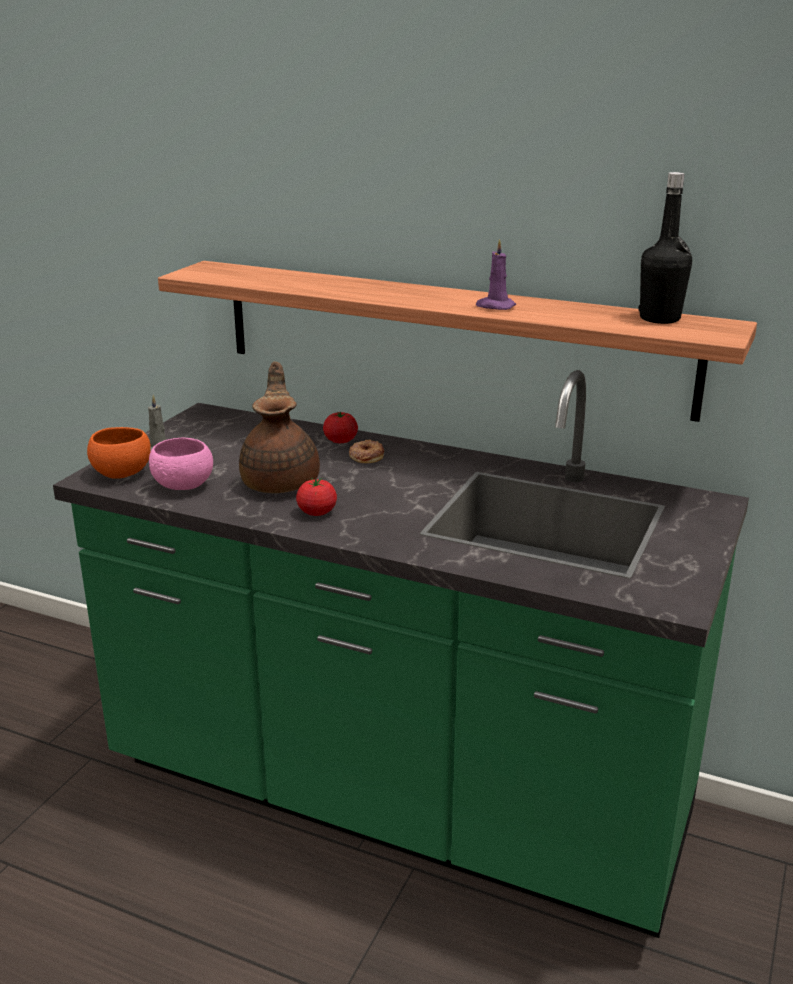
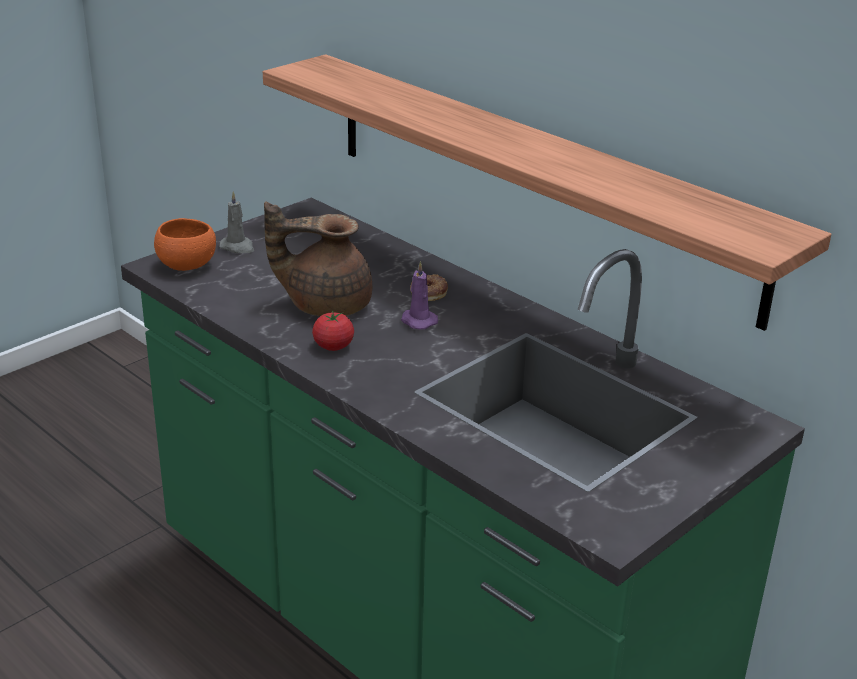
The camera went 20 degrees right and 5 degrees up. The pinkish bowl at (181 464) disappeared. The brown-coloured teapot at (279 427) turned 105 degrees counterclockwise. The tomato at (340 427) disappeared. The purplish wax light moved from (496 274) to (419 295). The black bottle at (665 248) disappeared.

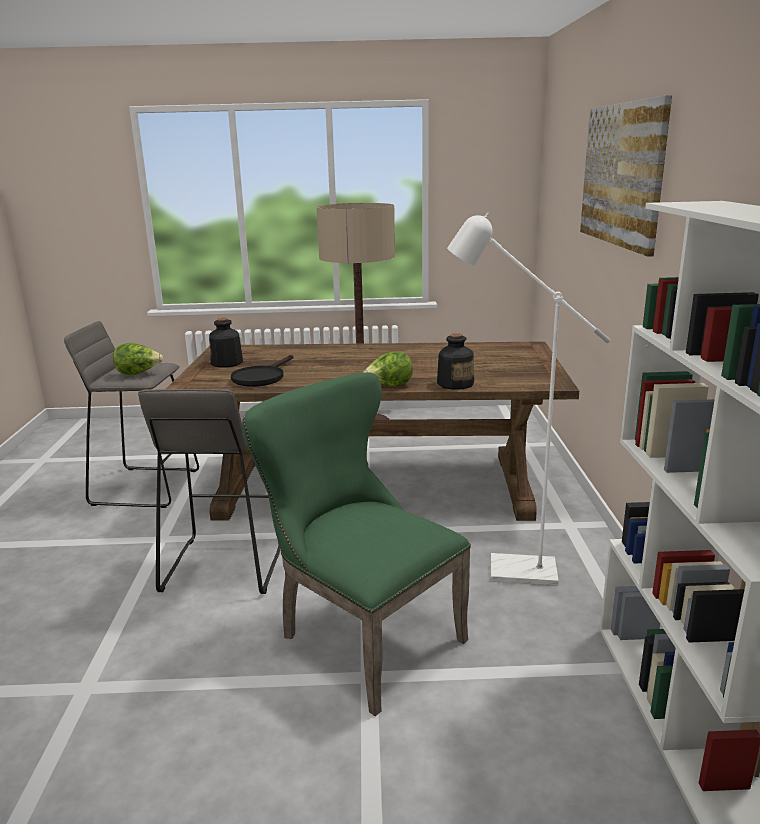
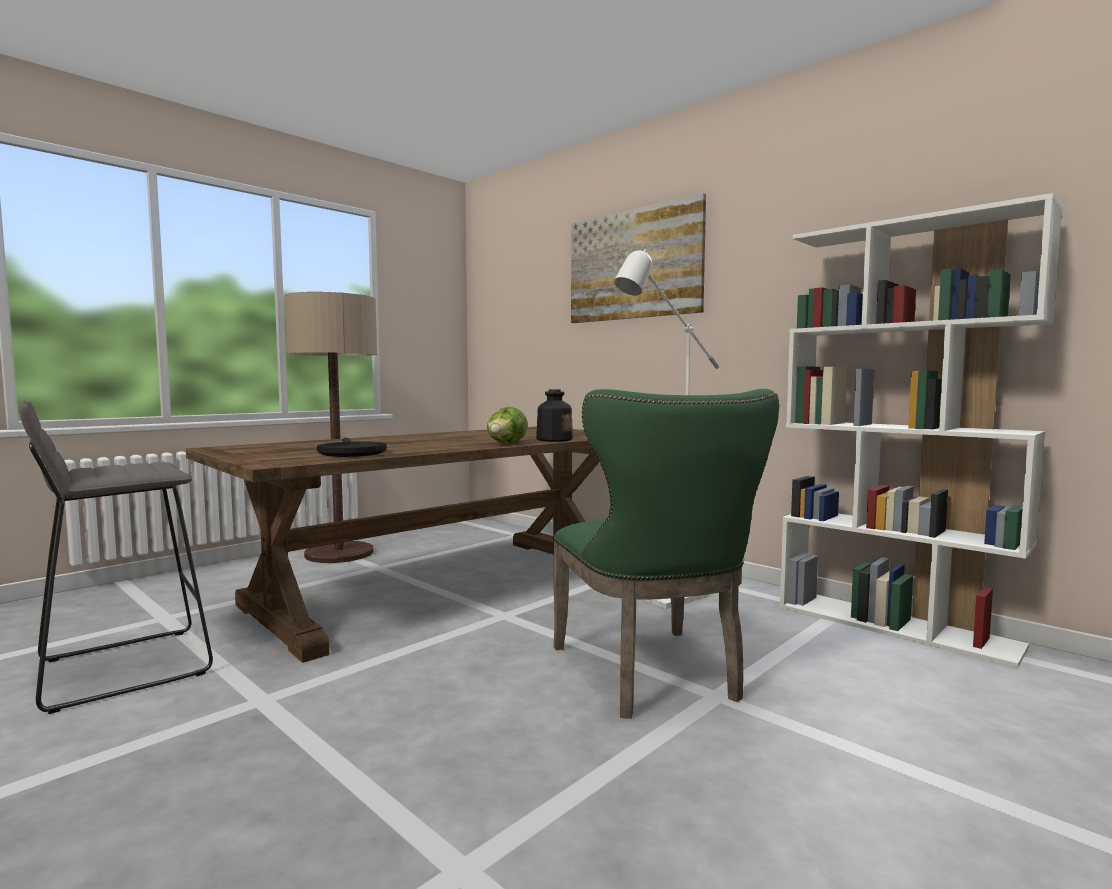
The camera went 45 degrees left and 15 degrees down. The head of lettuce at (138 359) disappeared. The greyish stool at (209 491) disappeared. The bottle at (226 342) disappeared. The greenish plain chair at (356 544) turned 105 degrees counterclockwise.

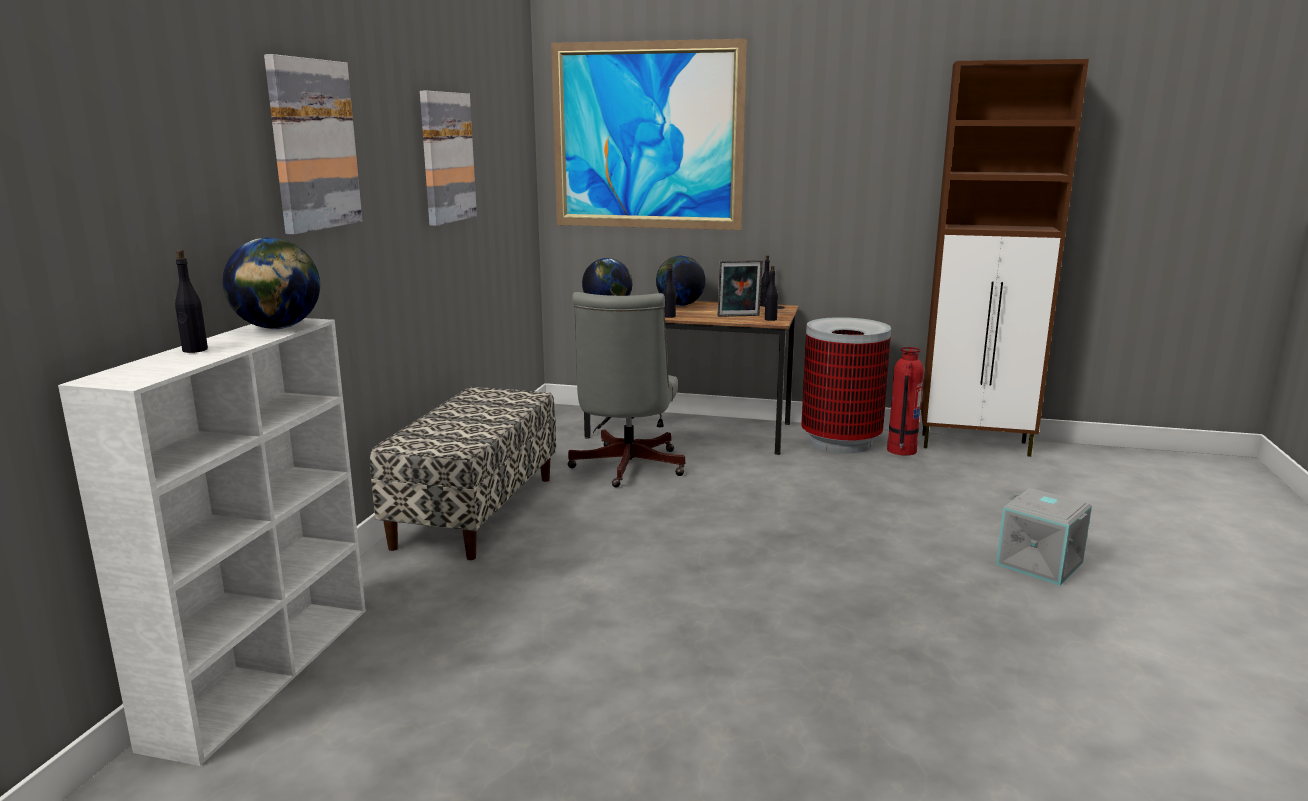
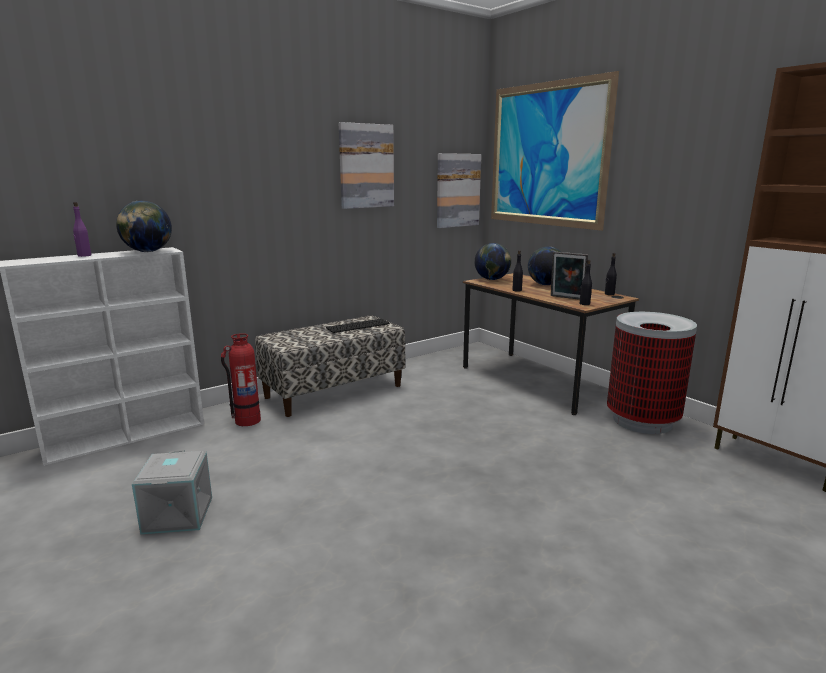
The camera went 40 degrees right and 0 degrees up. The black bottle at (191 301) became the purplish bottle at (82 229). The picture moved from (313 144) to (459 190). The greyish office chair at (626 389) disappeared. The fire-fighting cylinder moved from (905 401) to (241 379). The greyish storage box moved from (1044 536) to (172 492). The keyboard at (358 326) appeared.

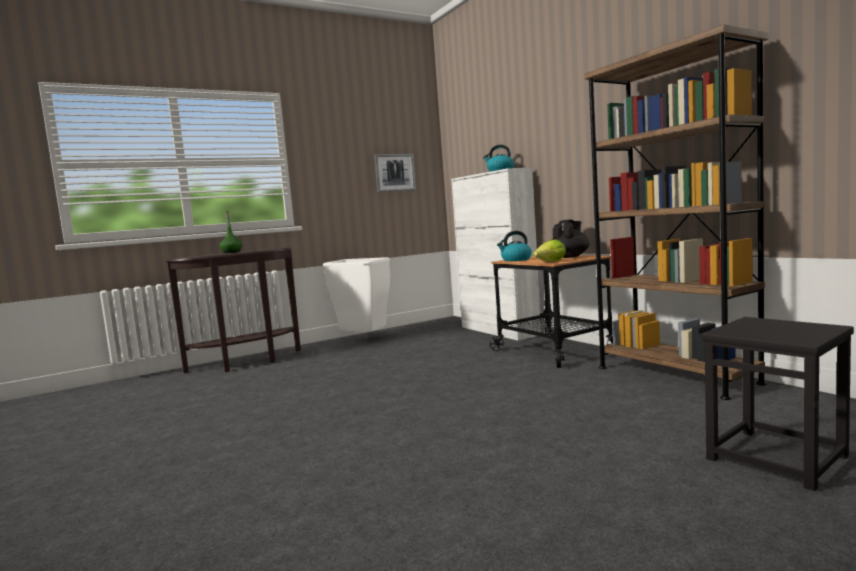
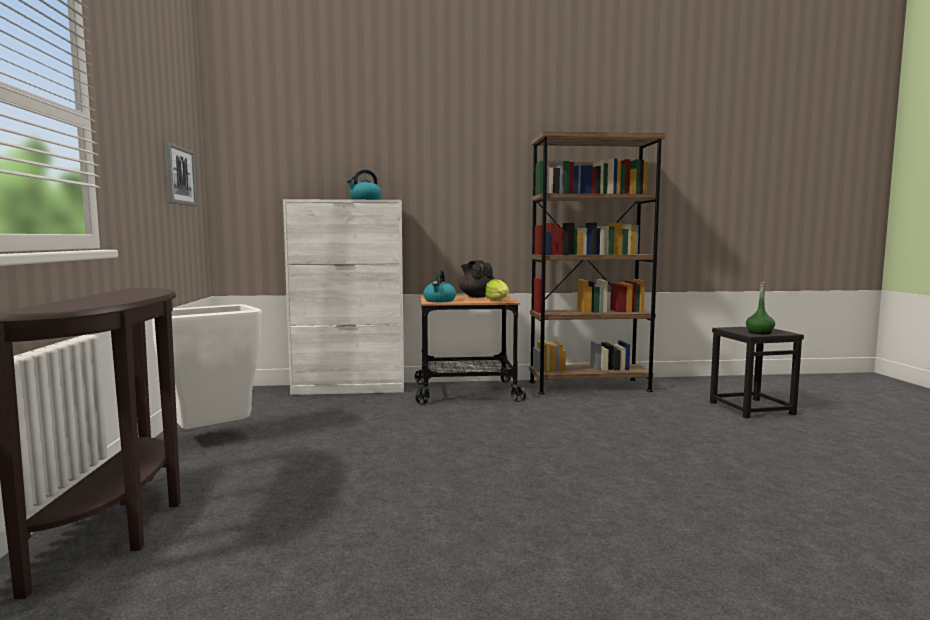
The camera went 65 degrees left and 0 degrees up. The greenish bottle moved from (231 232) to (760 308).

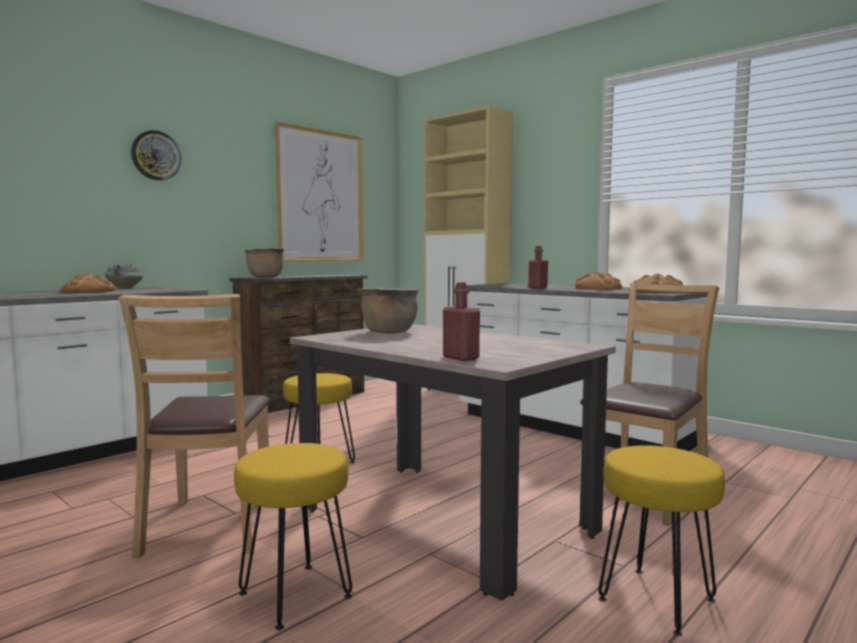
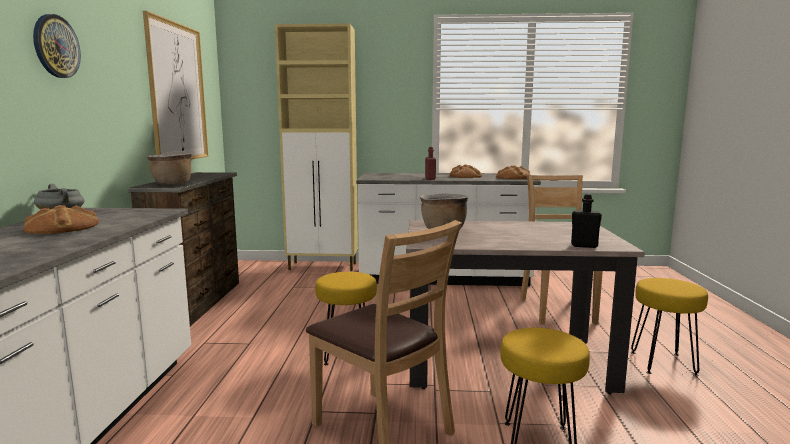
The camera went 40 degrees left and 5 degrees up. The red-coloured bottle at (461 321) became the black bottle at (586 221).

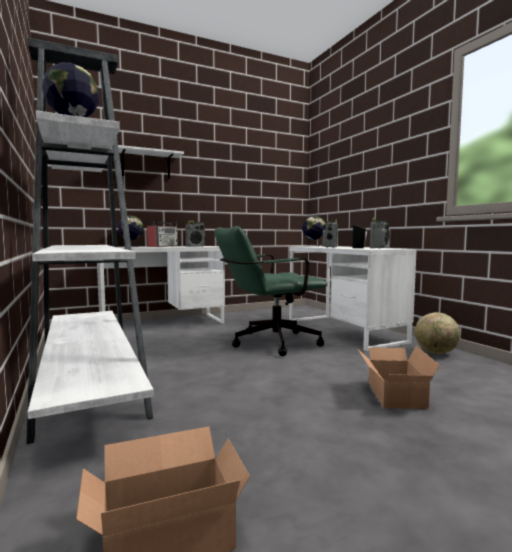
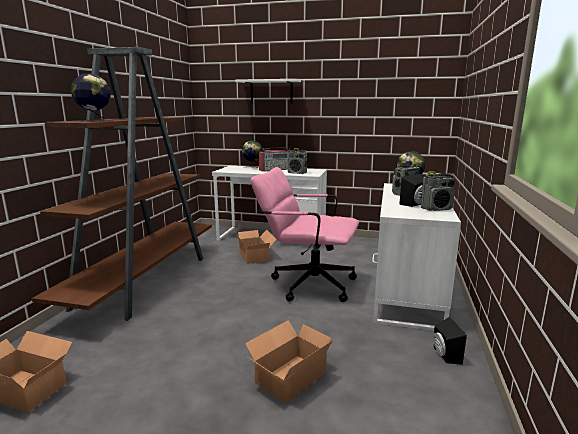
The camera went 40 degrees right and 10 degrees up. The white-coloured shelving unit at (90 241) became the brown-coloured shelving unit at (122 184). The greenish office chair at (271 291) became the pinkish office chair at (305 234). The world globe at (438 333) was replaced by the black audio speaker at (450 341). The packing box at (255 247) appeared.

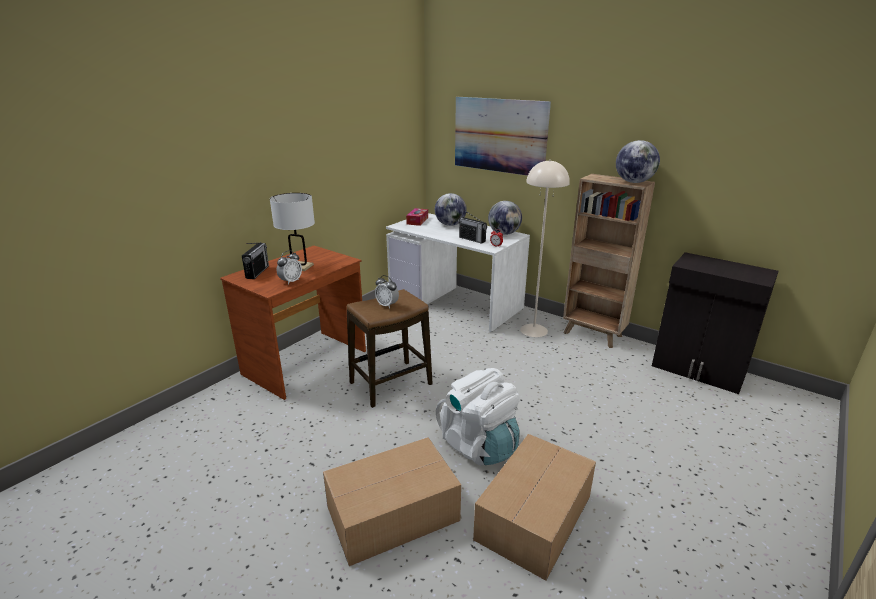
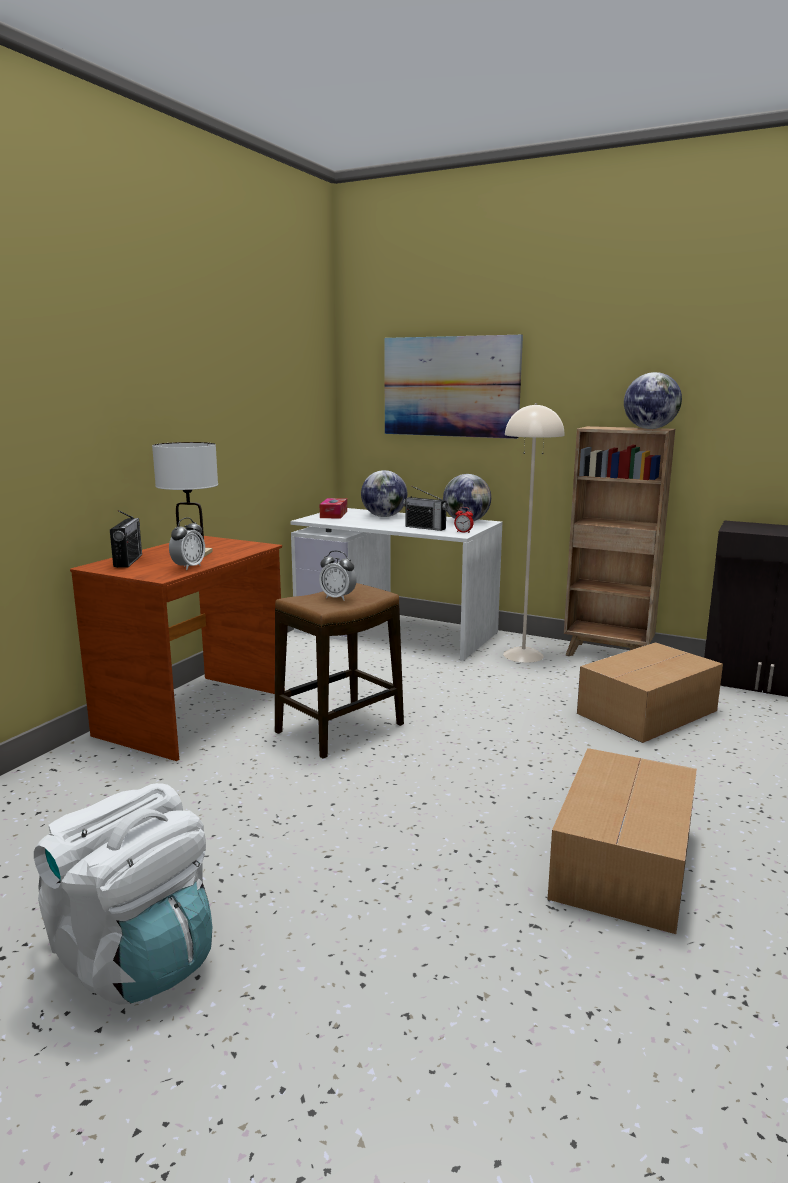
The camera went 10 degrees left and 10 degrees down. The packing box moved from (392 501) to (650 692). The white-coloured rucksack moved from (478 416) to (123 894).

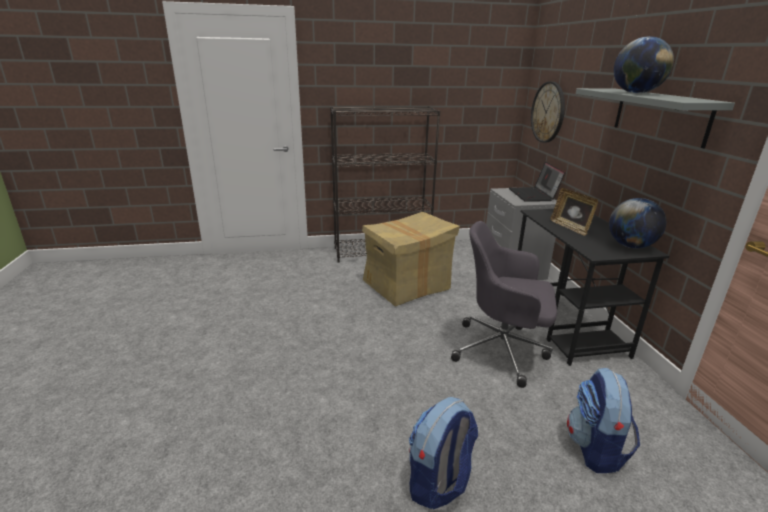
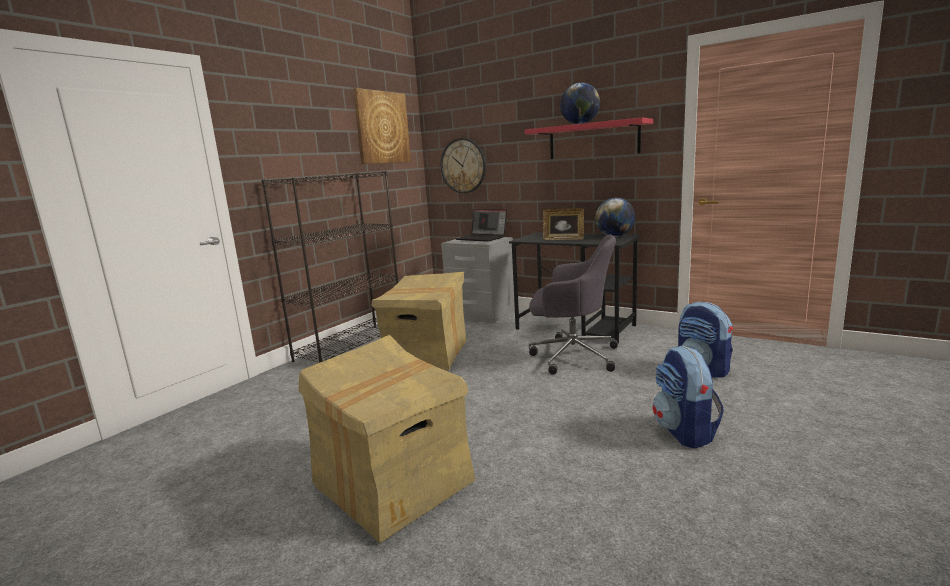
The camera went 45 degrees left and 10 degrees down. The greyish office chair at (504 304) turned 135 degrees counterclockwise. The greyish bracket shelf at (655 118) became the red-coloured bracket shelf at (589 138). The packing box at (387 439) appeared. The picture at (382 126) appeared.

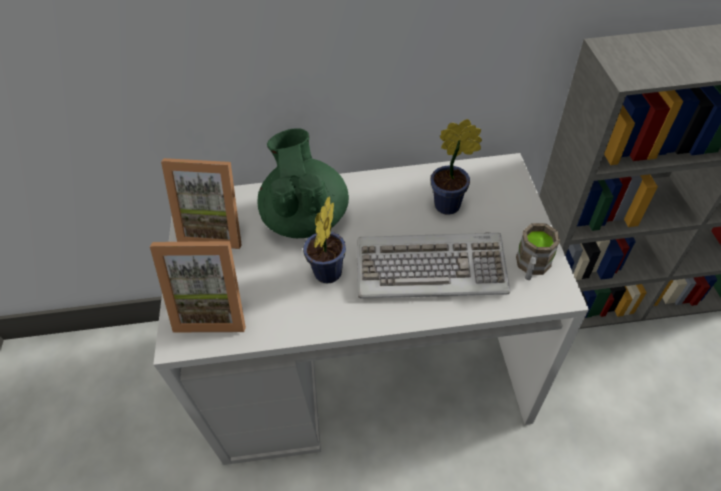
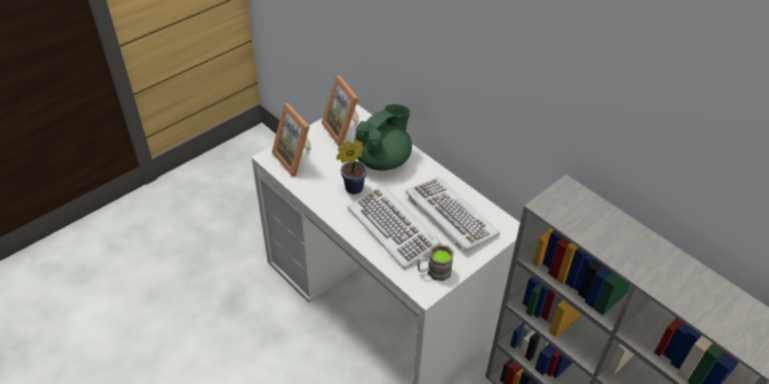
The camera went 50 degrees right and 5 degrees down. The potted plant at (456 167) was replaced by the keyboard at (452 214).

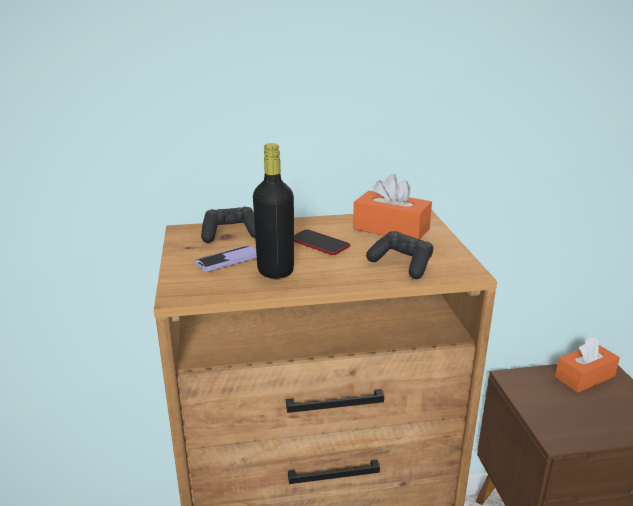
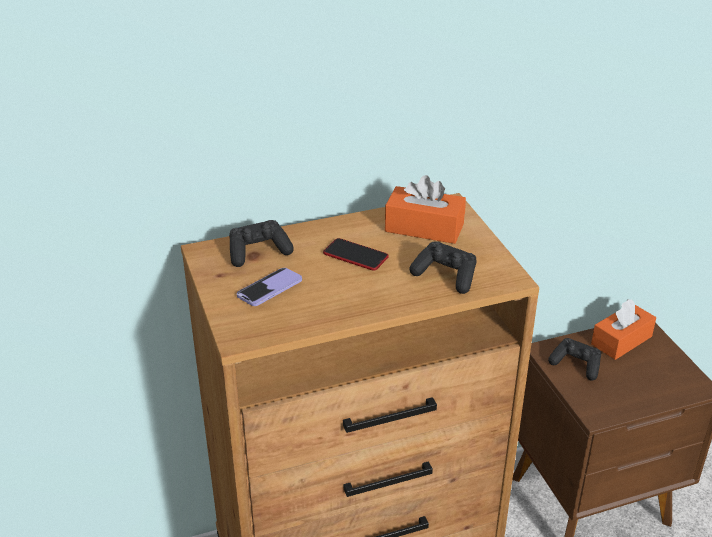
The camera went 10 degrees left and 10 degrees up. The black bottle at (273 211) disappeared. The black joypad at (574 359) appeared.

